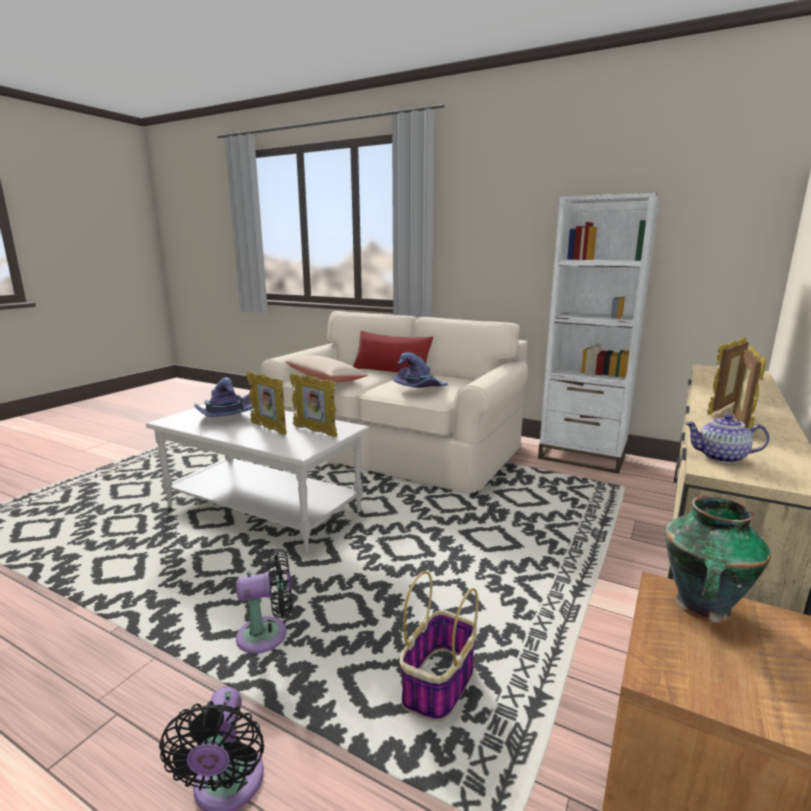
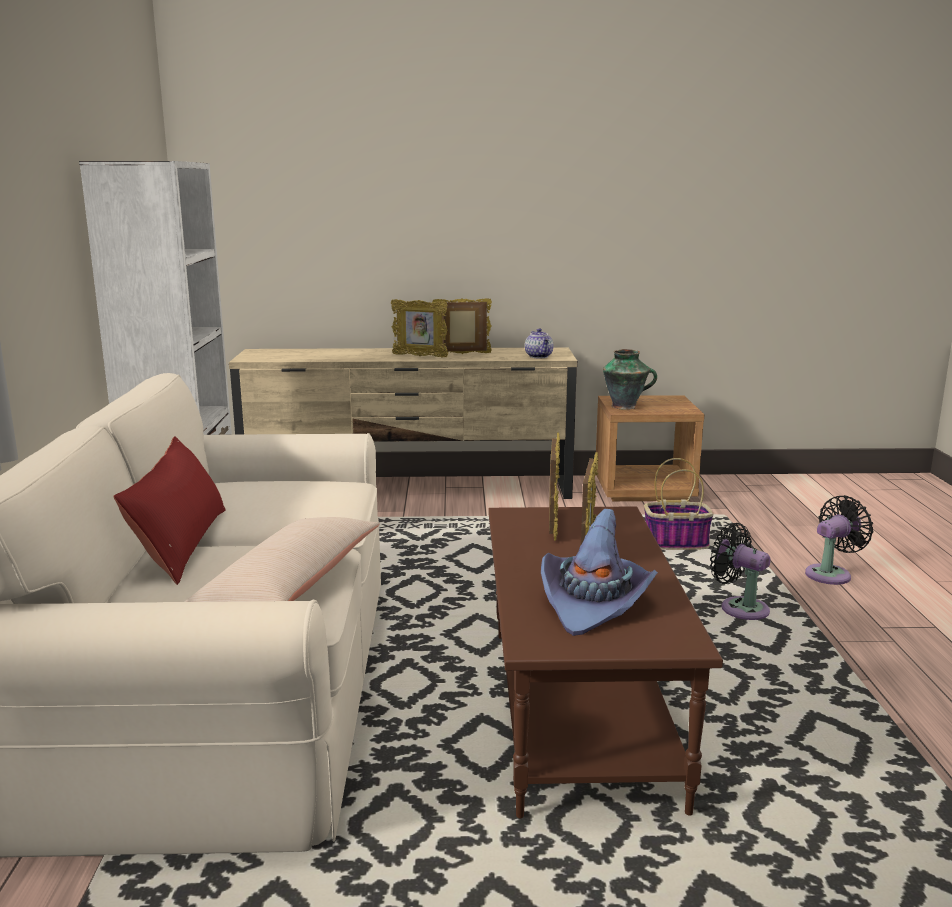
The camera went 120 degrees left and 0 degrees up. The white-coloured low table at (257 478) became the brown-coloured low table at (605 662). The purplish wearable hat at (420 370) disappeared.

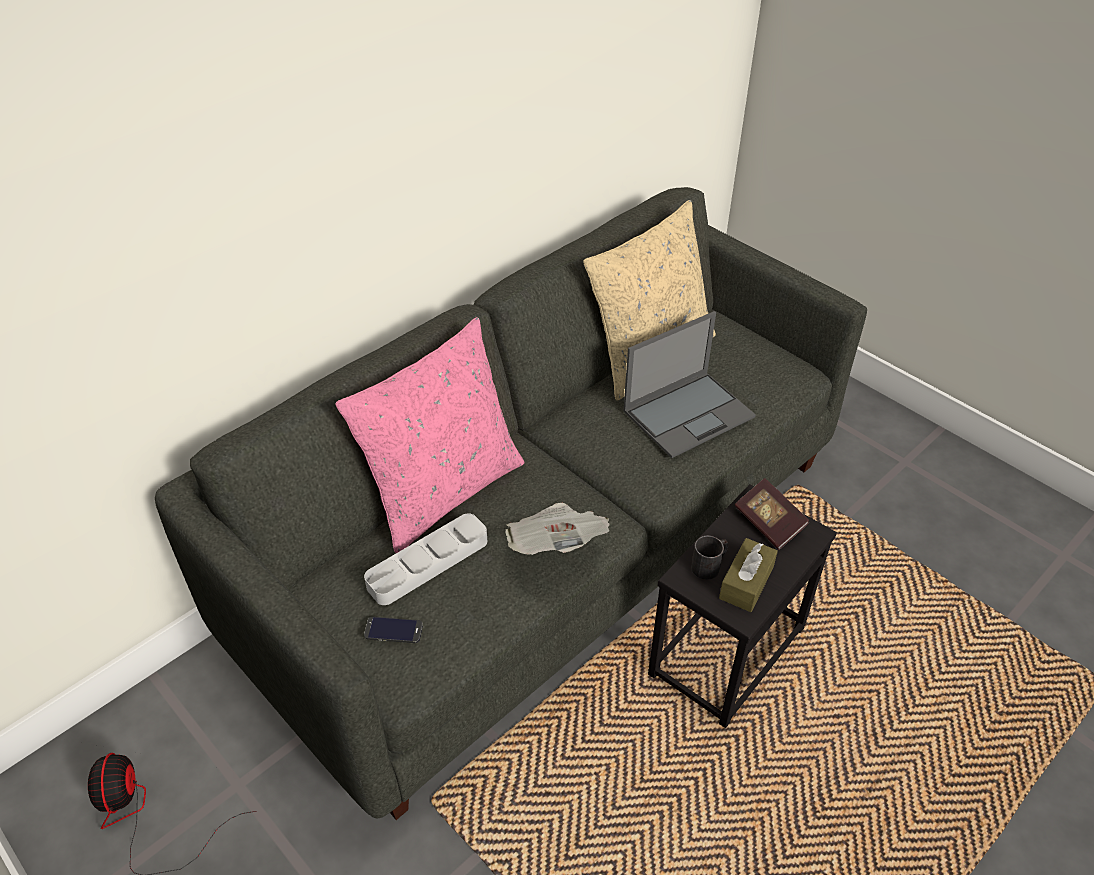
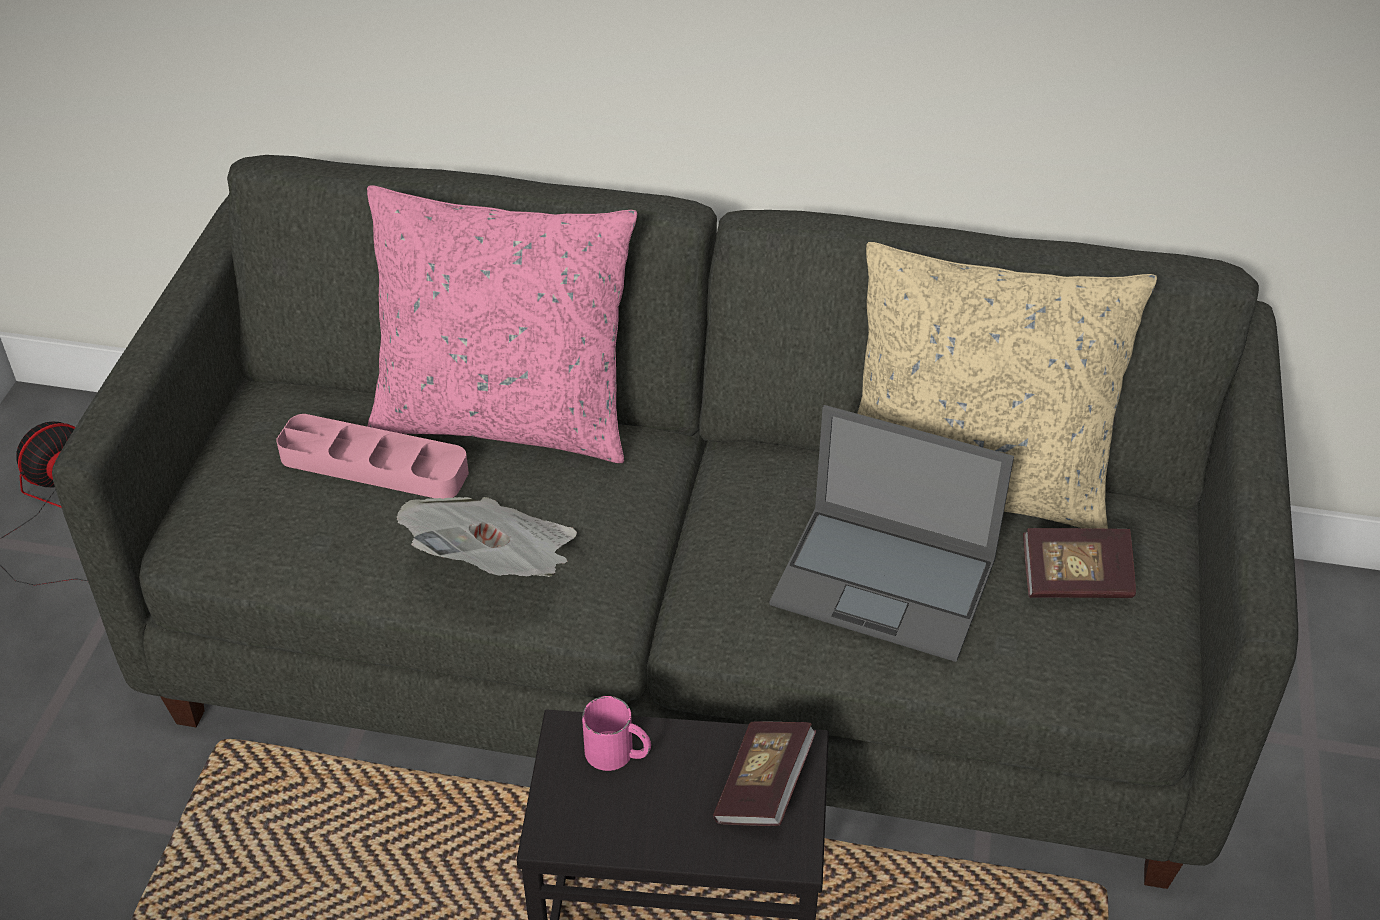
The camera went 55 degrees right and 0 degrees up. The greyish serving tray at (425 559) became the pinkish serving tray at (372 456). The phone at (393 630) disappeared. The black tea mug at (709 557) became the pinkish tea mug at (616 733). The brown-coloured box of tissues at (748 575) disappeared. The bound book at (1079 563) appeared.

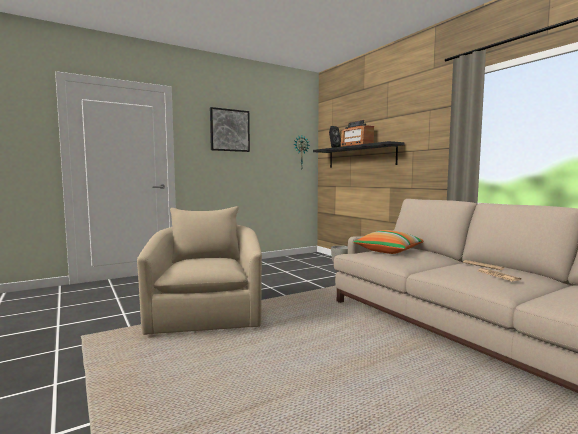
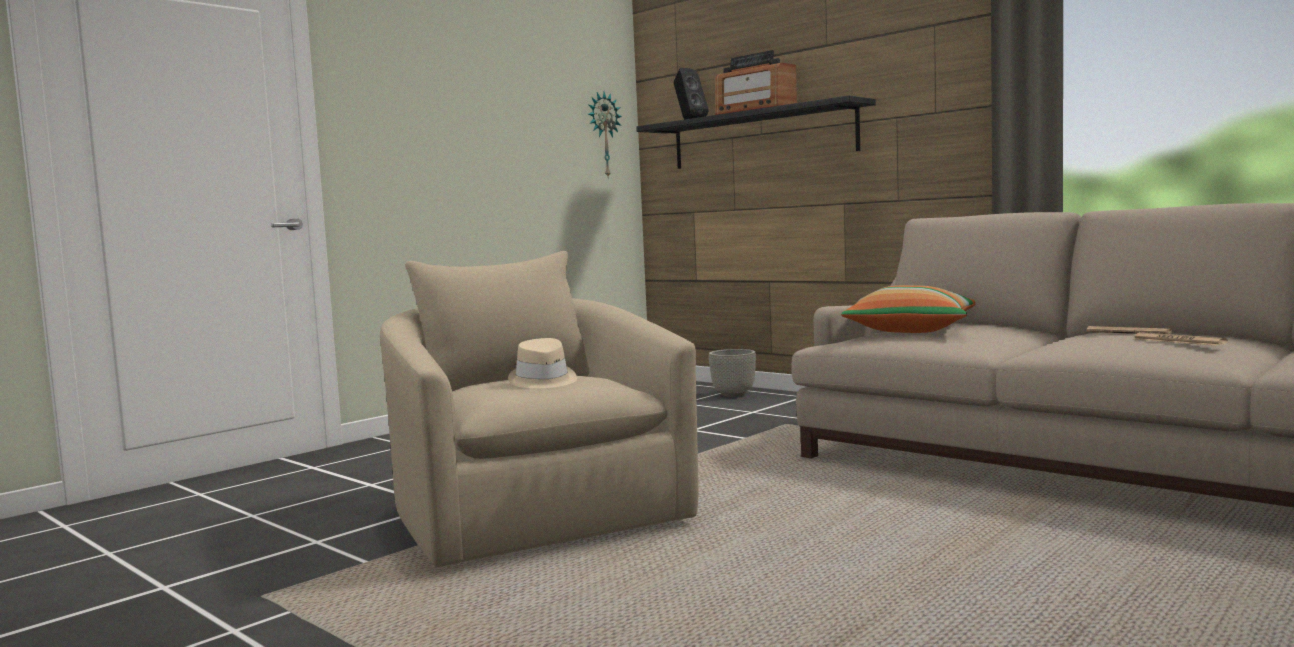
The camera went 15 degrees left and 0 degrees up. The picture at (230 129) disappeared. The sand-coloured wearable hat at (542 363) appeared.

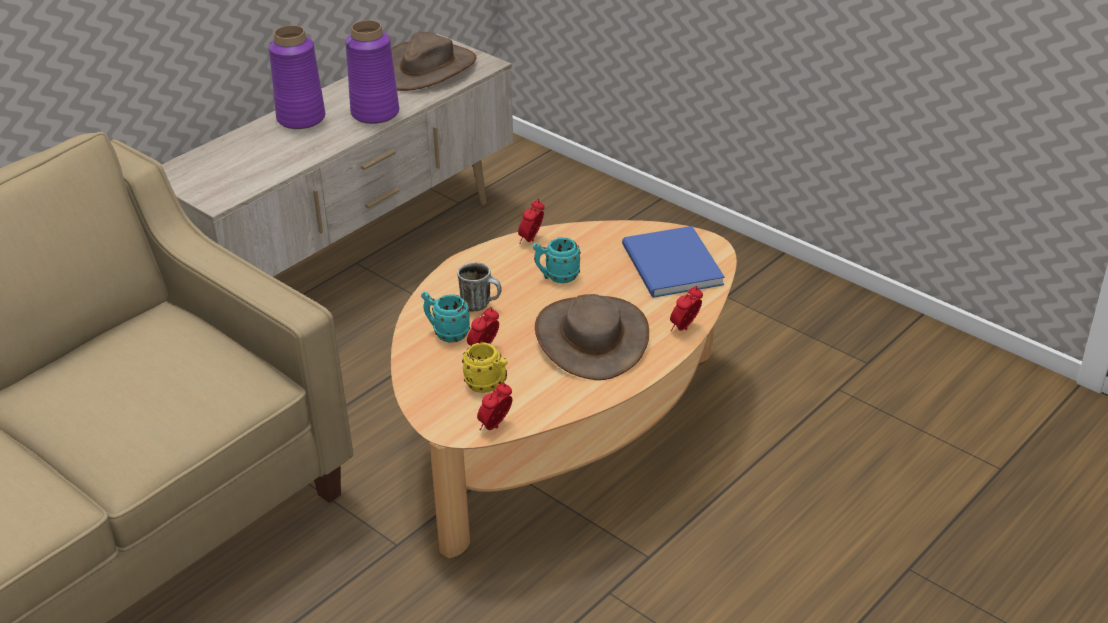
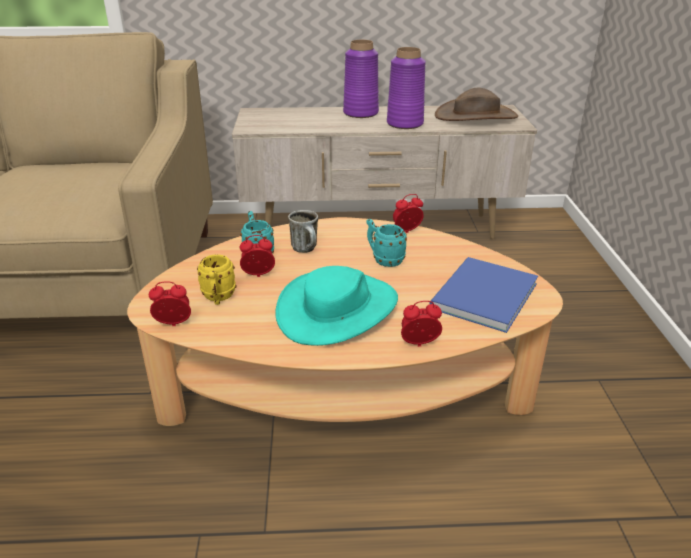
The camera went 45 degrees right and 5 degrees down. The brown-coloured wearable hat at (592 337) became the turquoise-coloured wearable hat at (336 306).

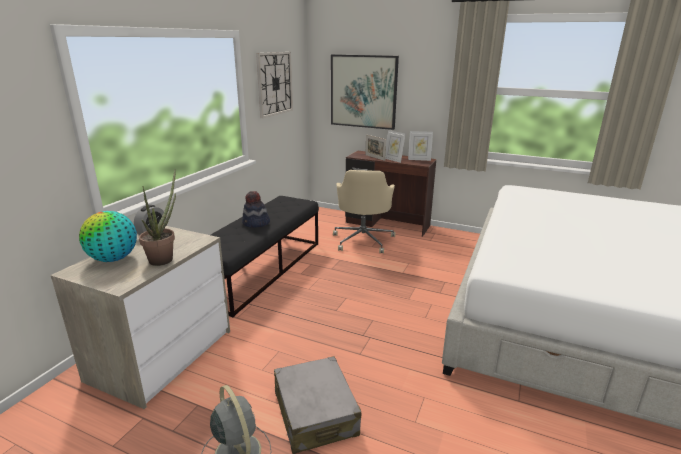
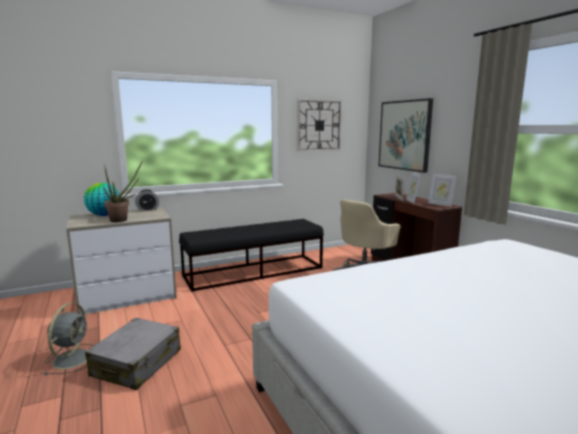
The camera went 40 degrees right and 10 degrees down. The wearable hat at (256 209) disappeared.

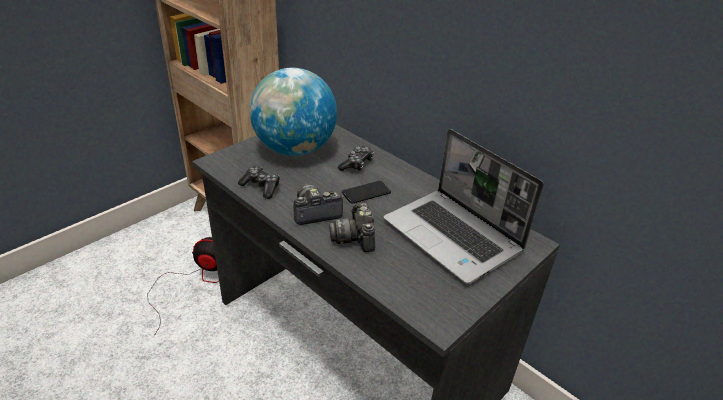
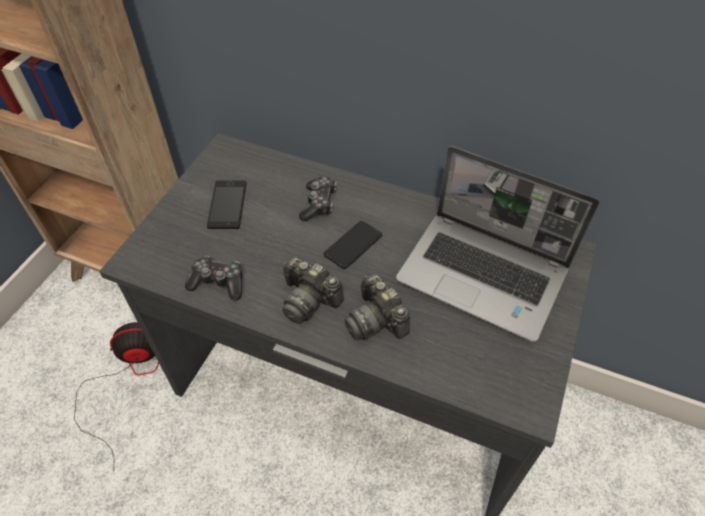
The camera went 20 degrees left and 15 degrees up. The world globe at (293 112) was replaced by the phone at (227 205). The still camera at (318 204) turned 105 degrees counterclockwise.

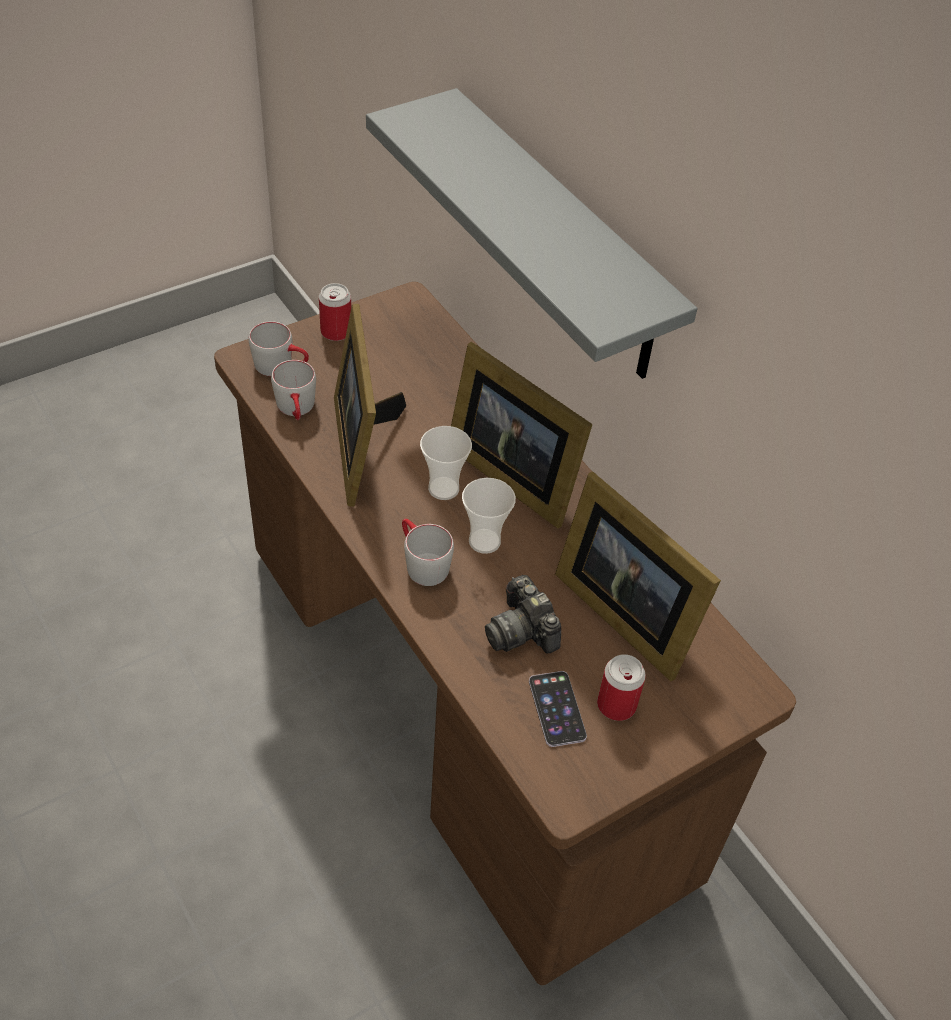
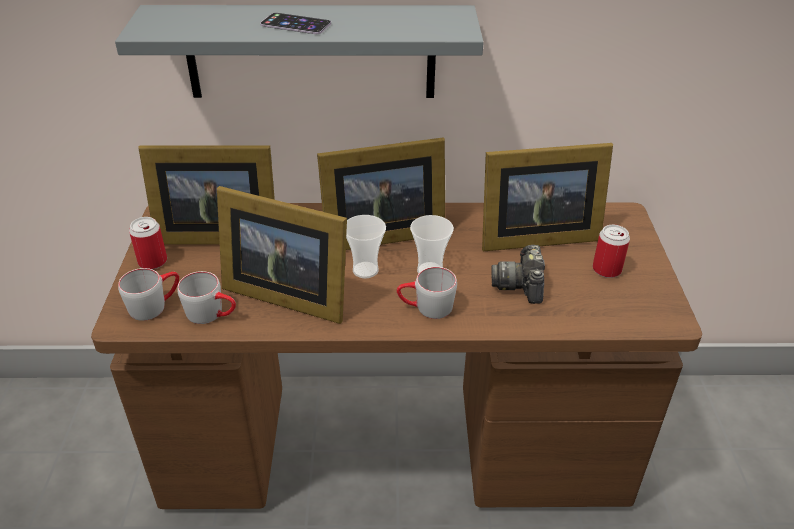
The camera went 55 degrees left and 10 degrees down. The still camera at (523 614) turned 90 degrees clockwise. The phone moved from (558 709) to (295 23). The standing frame at (206 195) appeared.

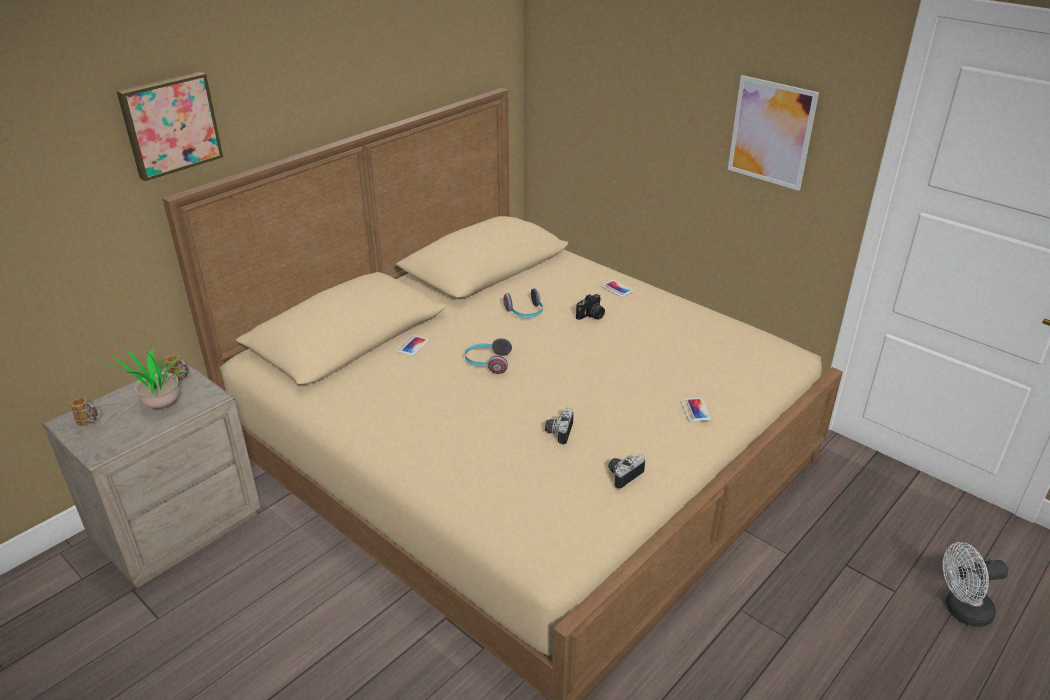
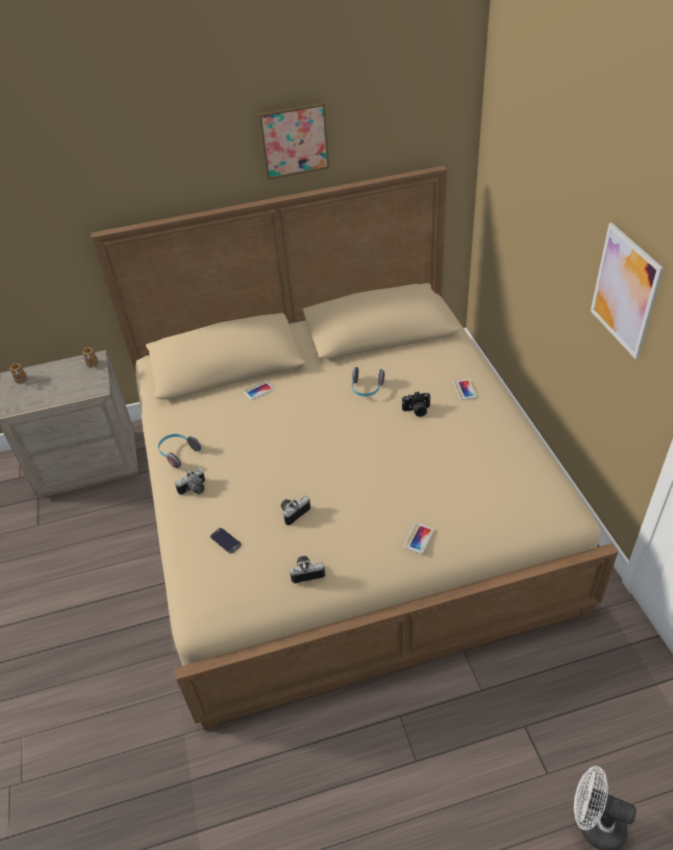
The camera went 35 degrees right and 10 degrees up. The potted plant at (145 379) disappeared. The picture moved from (170 126) to (293 140). The headset moved from (488 356) to (179 451). The still camera at (190 481) appeared. The phone at (225 541) appeared.

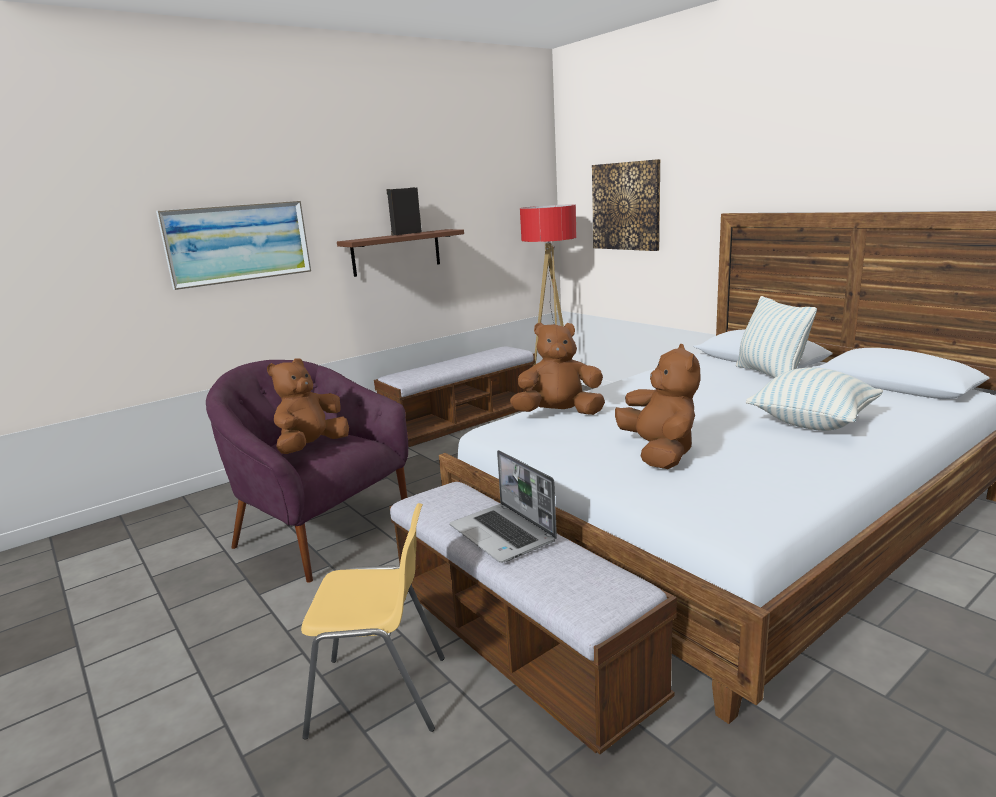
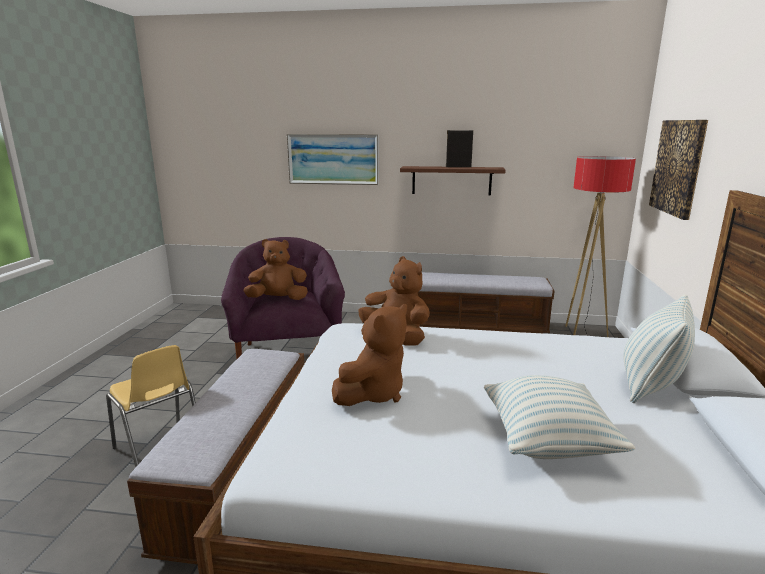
The camera went 45 degrees right and 0 degrees up. The notebook computer at (503 506) disappeared.

